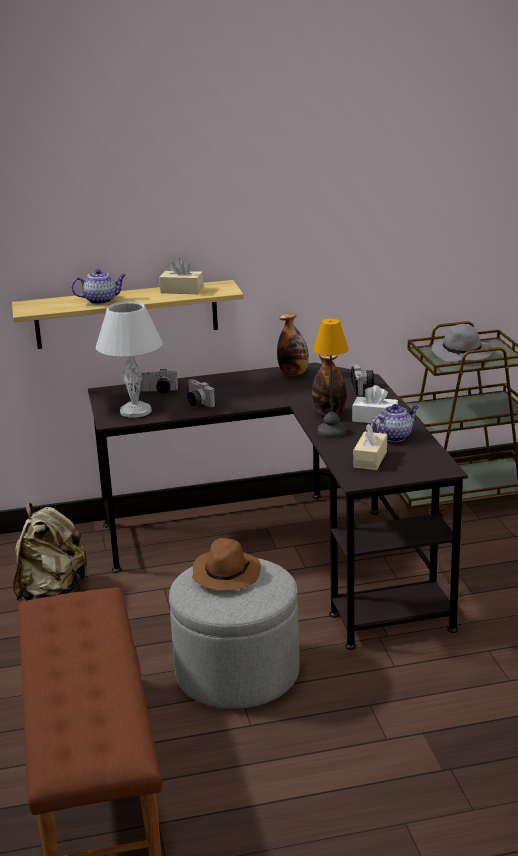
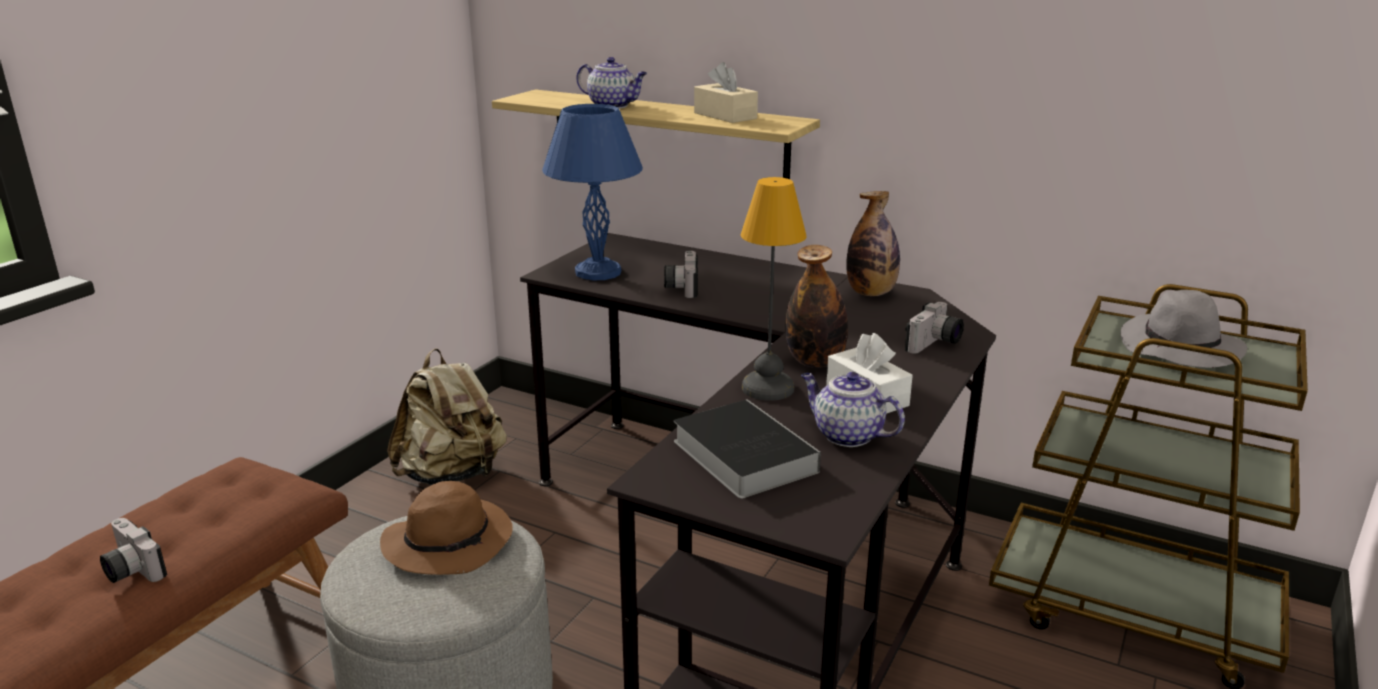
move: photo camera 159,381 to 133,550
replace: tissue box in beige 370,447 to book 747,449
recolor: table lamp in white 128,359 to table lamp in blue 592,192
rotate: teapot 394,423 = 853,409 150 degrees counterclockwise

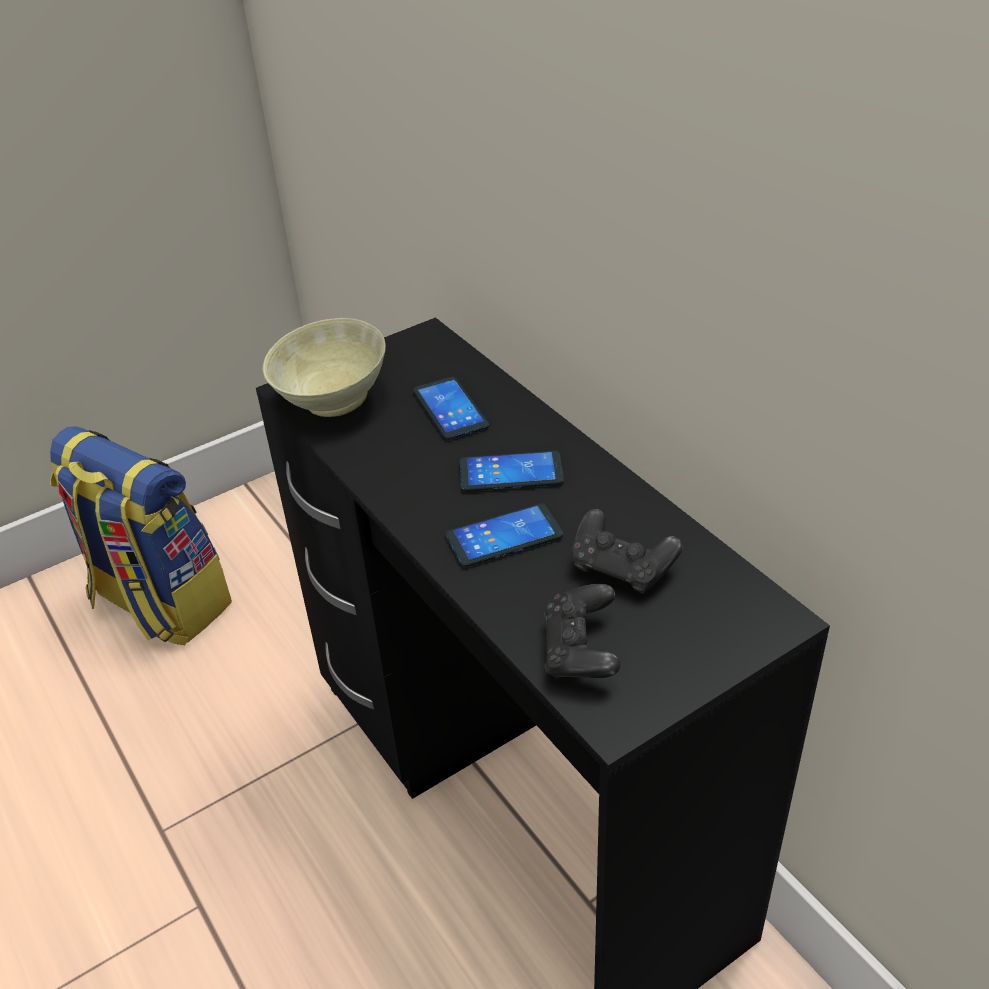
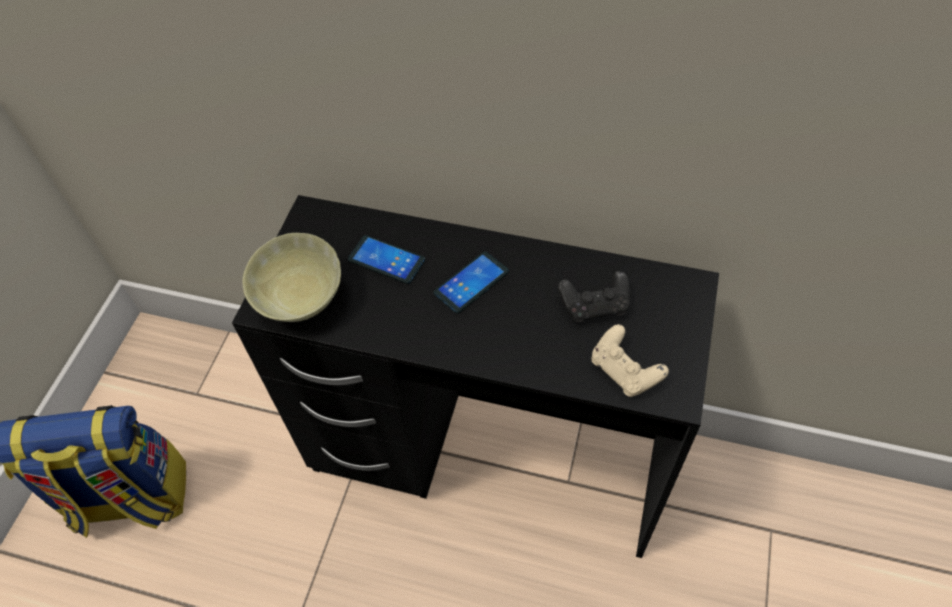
delete: phone 504,535
recolor: game controller in black 582,631 to game controller in beige 630,360

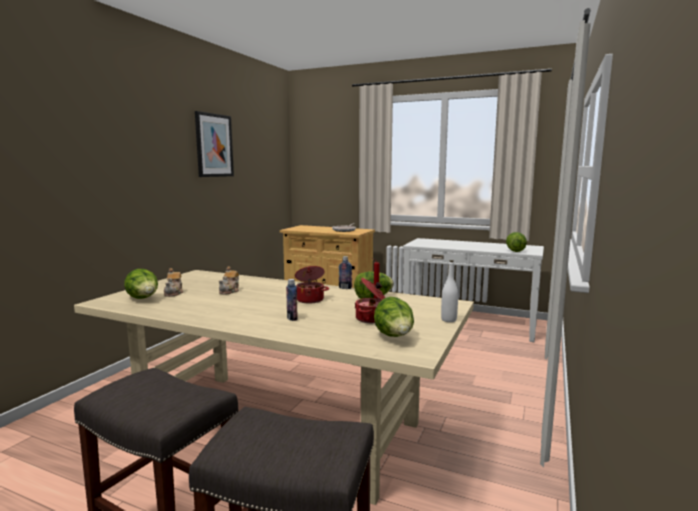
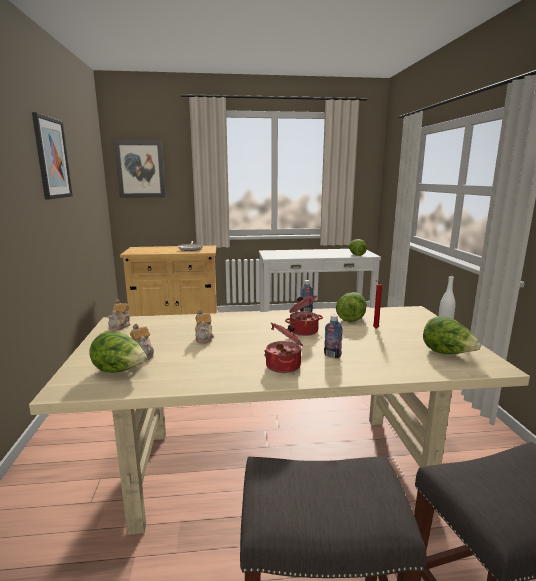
insert: teapot 119,315; picture 140,169
move: cooking pot 370,300 to 284,348

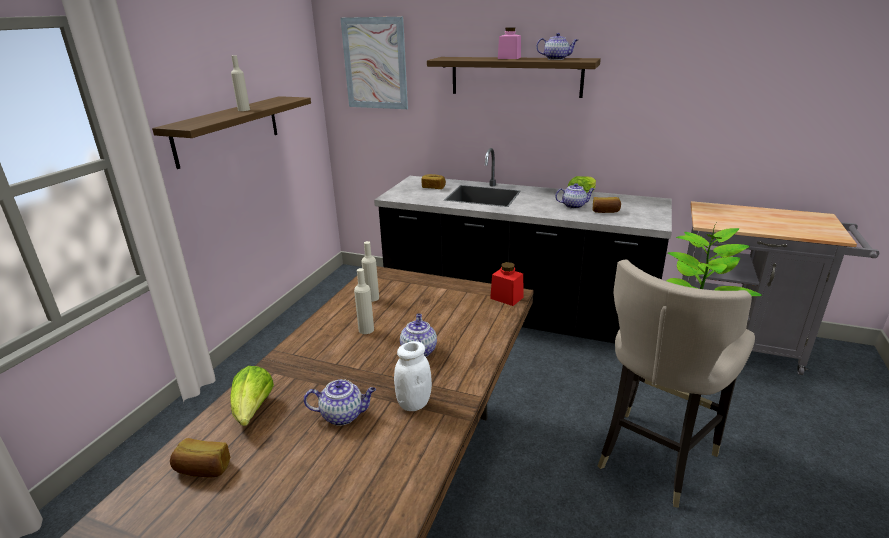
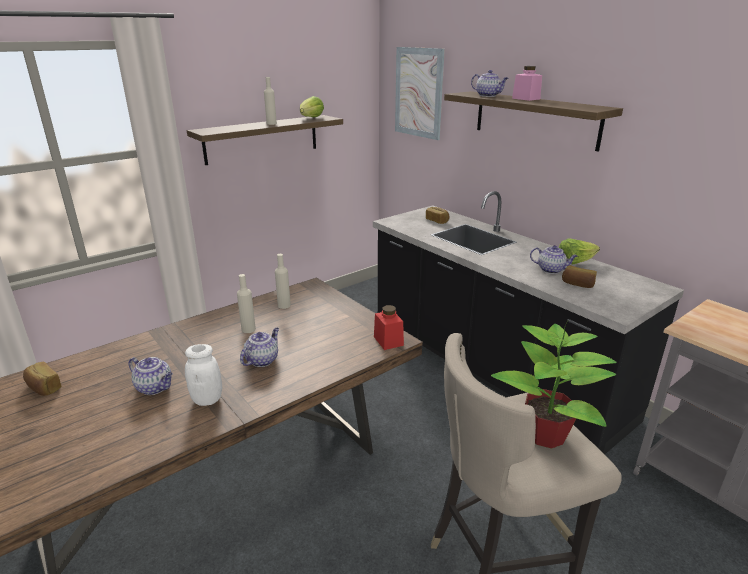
move: lettuce 252,396 to 312,106; teapot 557,46 to 489,83

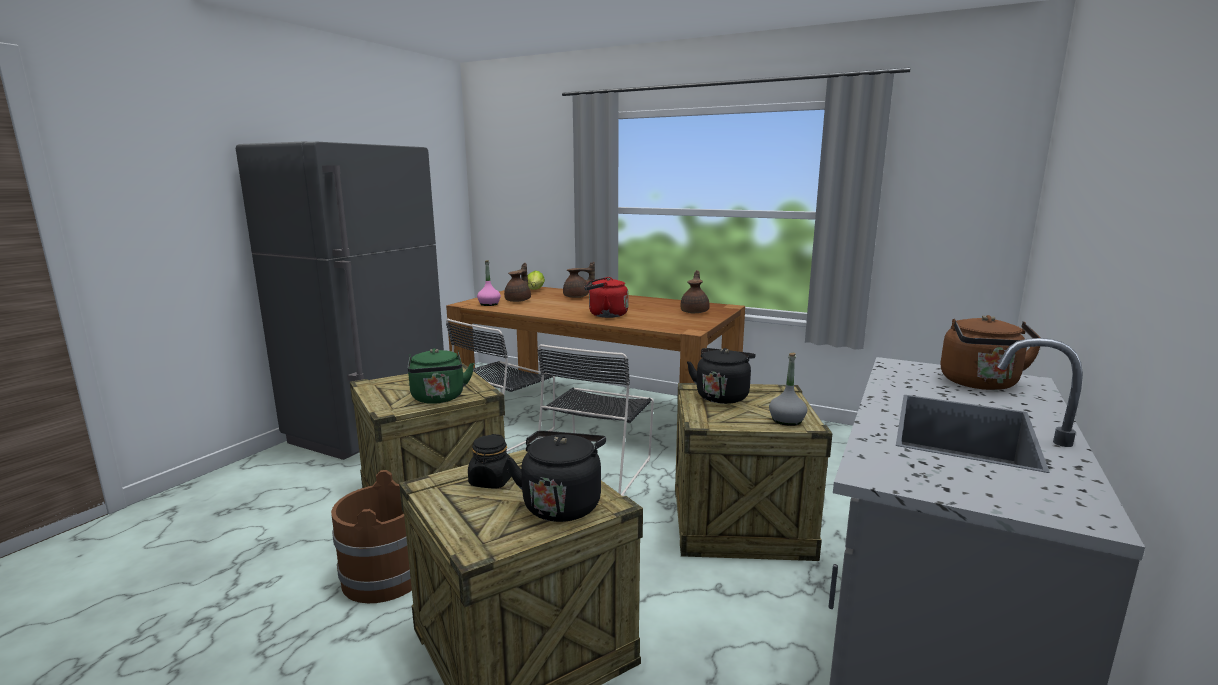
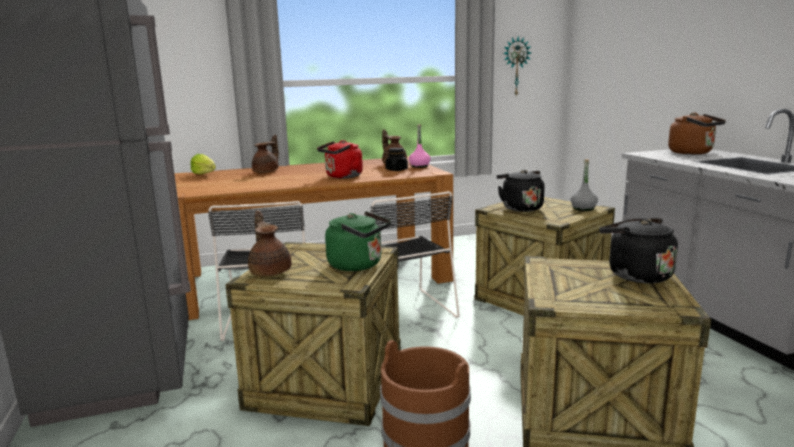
insert: wall clock 517,66
move: jar in black 489,461 to 396,159; bottle in pink 489,283 to 420,146; teapot in brown 517,282 to 270,243

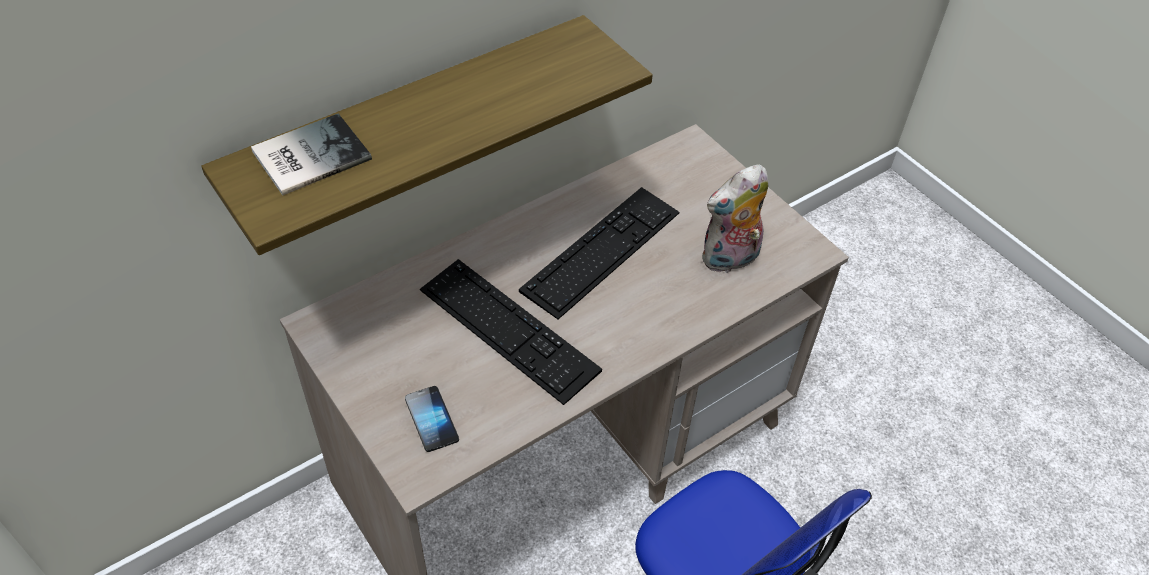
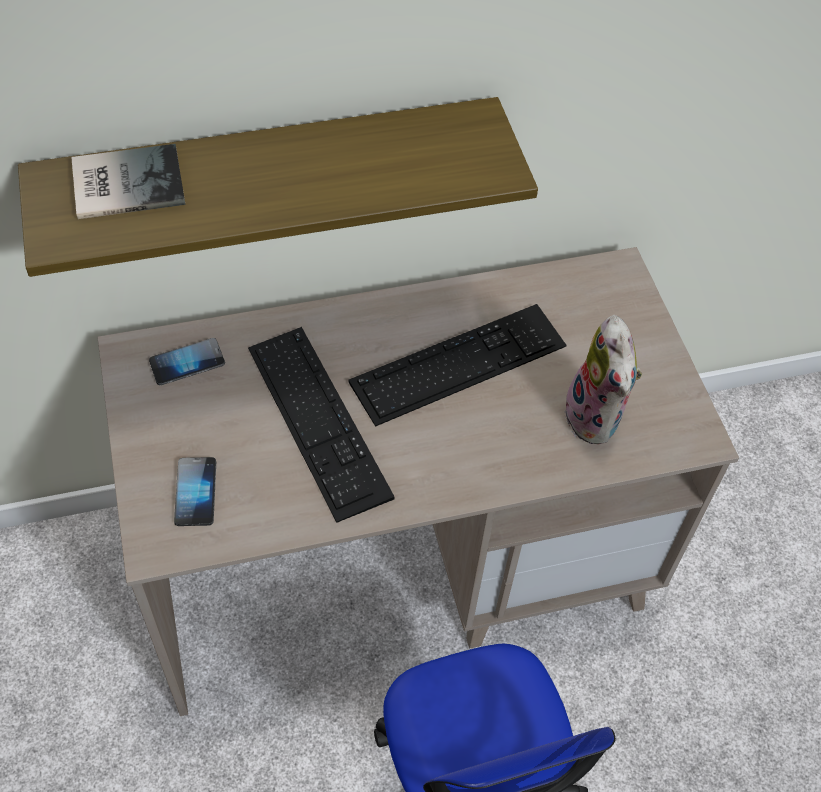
insert: phone 187,361
rotate: plush toy 735,219 = 602,380 90 degrees counterclockwise

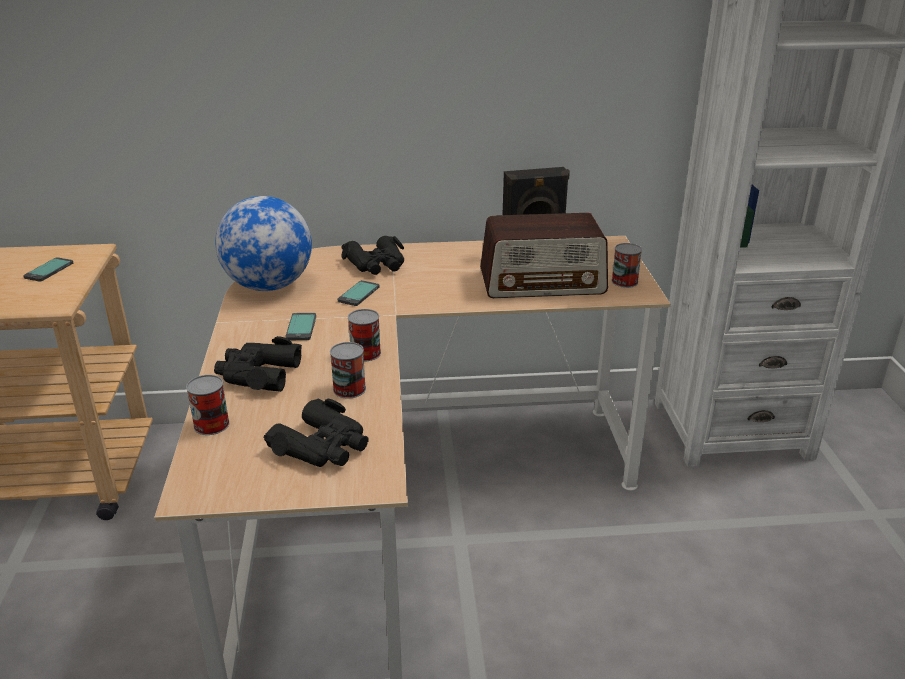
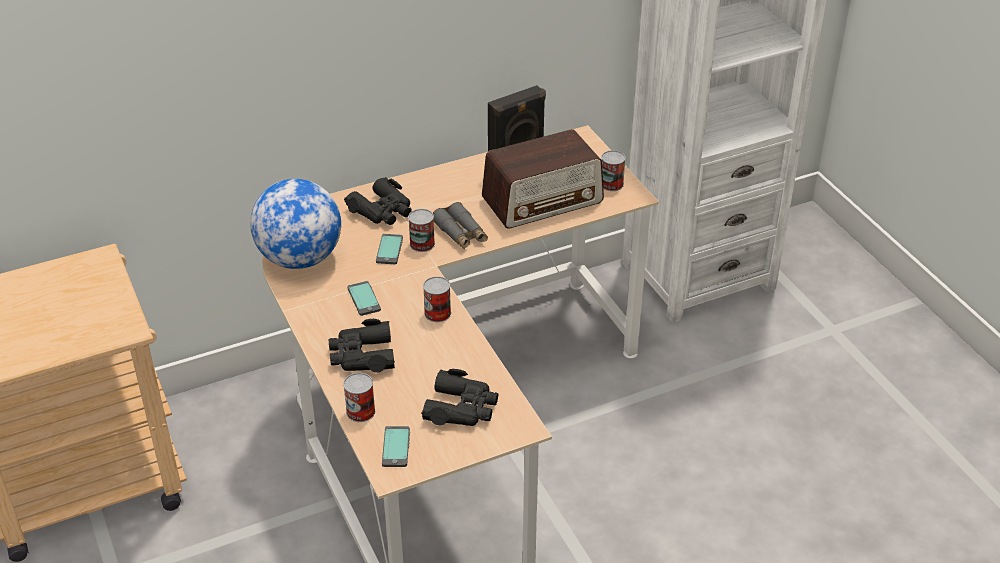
insert: binoculars in grey 460,225
move: phone 48,269 to 396,446; can 348,370 to 421,230

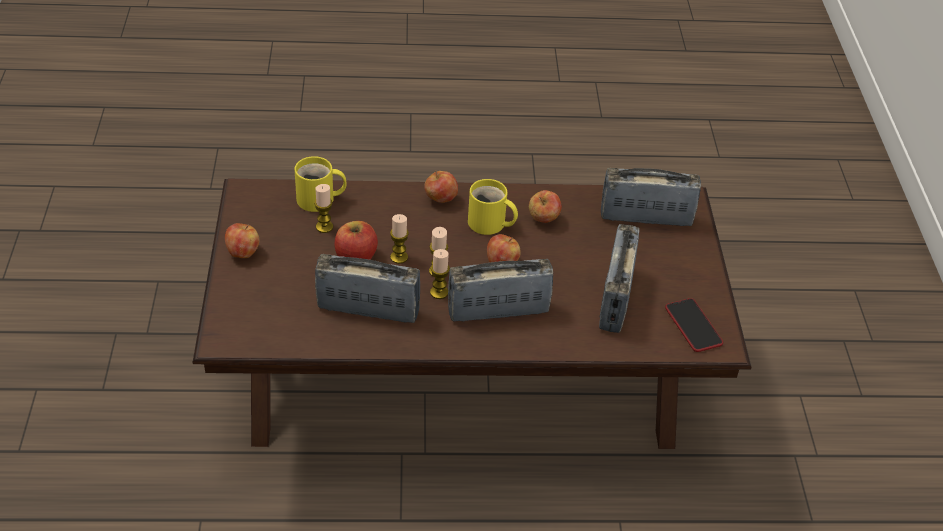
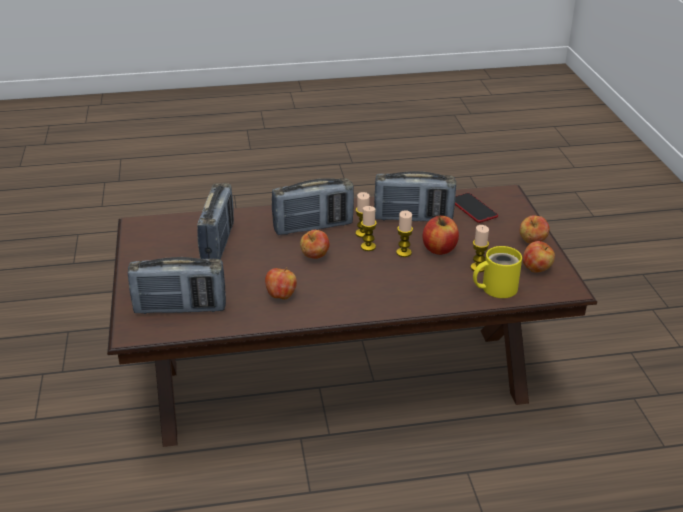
delete: mug in yellow 493,207
move: apple 441,187 to 539,257; phone 694,325 to 476,208

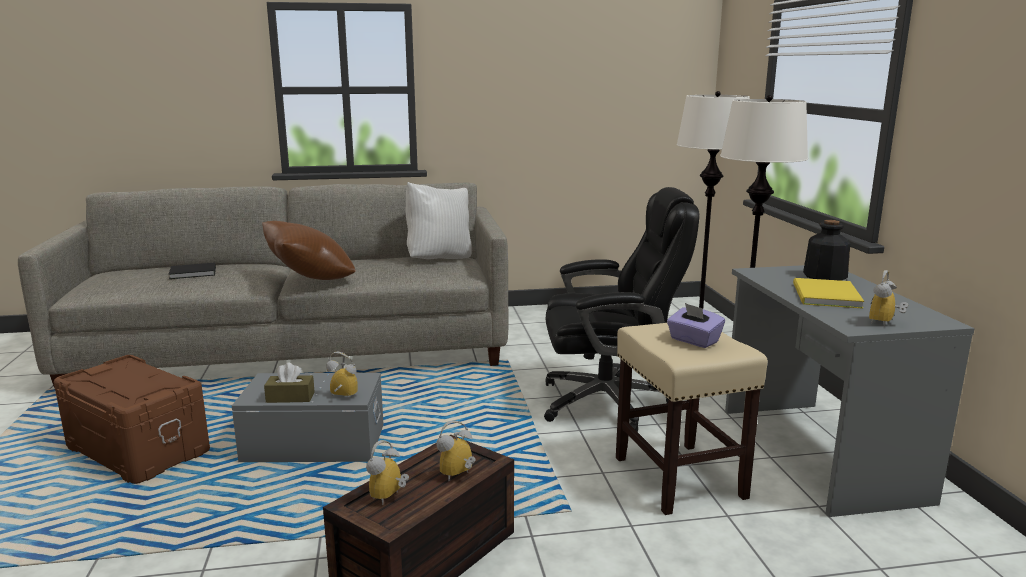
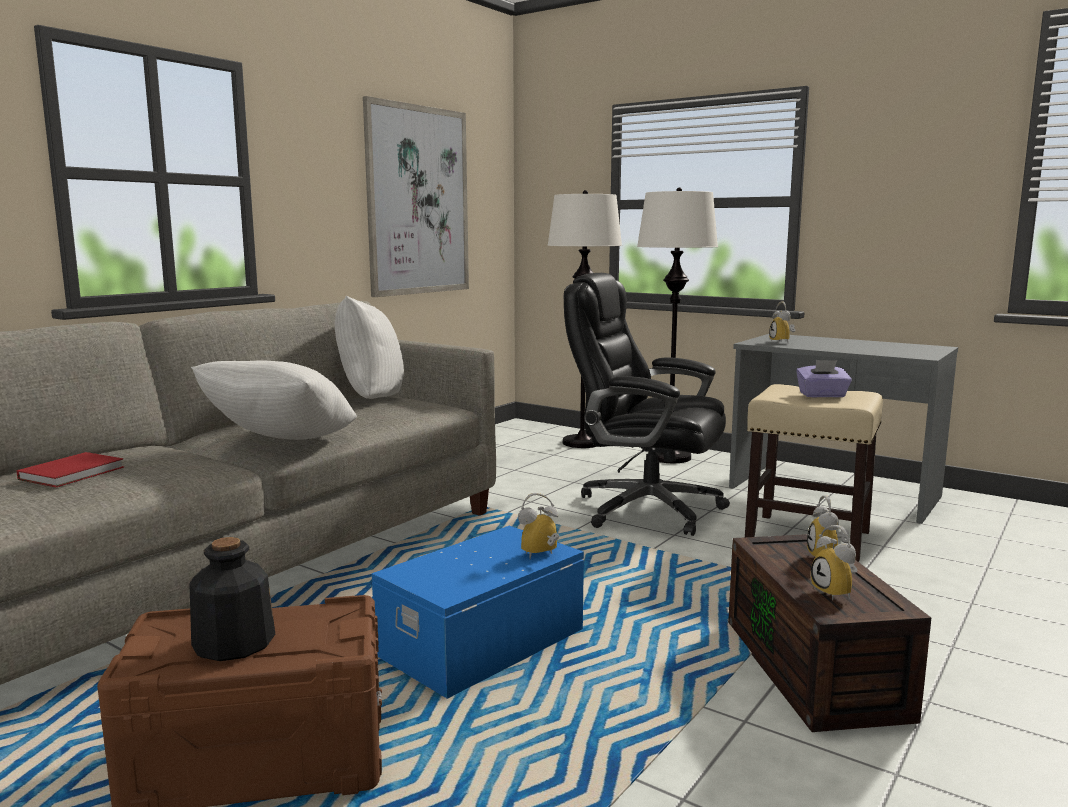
delete: tissue box in brown 289,383; book in yellow 828,293
insert: picture 416,196
move: bottle 826,250 to 232,599; alarm clock 888,298 to 782,322
recolor: book in black 192,271 to book in red 70,469; storage box in grey 308,417 to storage box in blue 478,612; pillow in brown 309,250 to pillow in white 274,400
rotate: office chair in black 622,309 = 647,404 105 degrees counterclockwise

